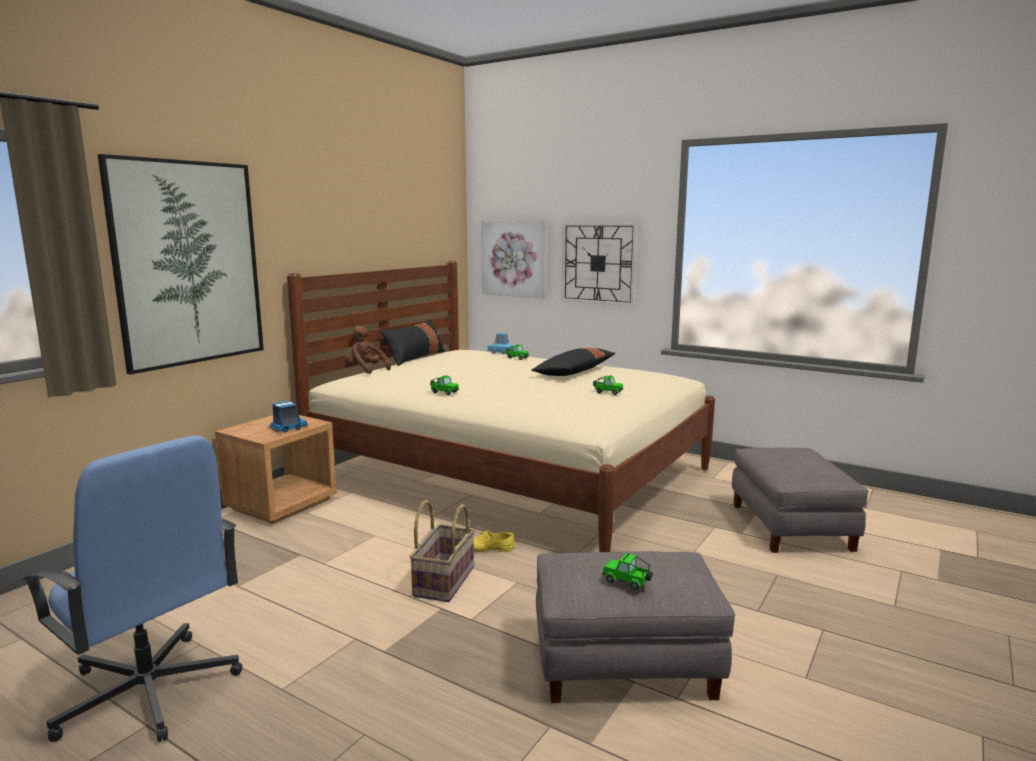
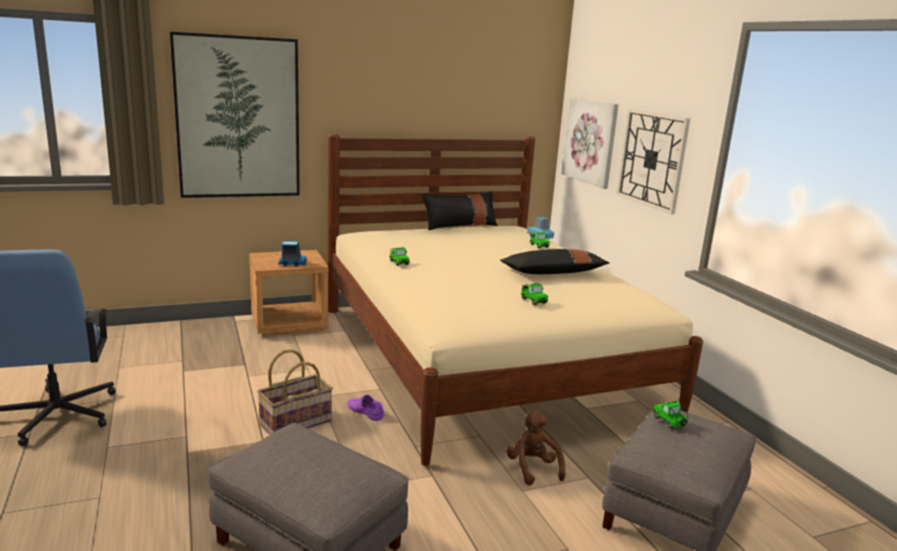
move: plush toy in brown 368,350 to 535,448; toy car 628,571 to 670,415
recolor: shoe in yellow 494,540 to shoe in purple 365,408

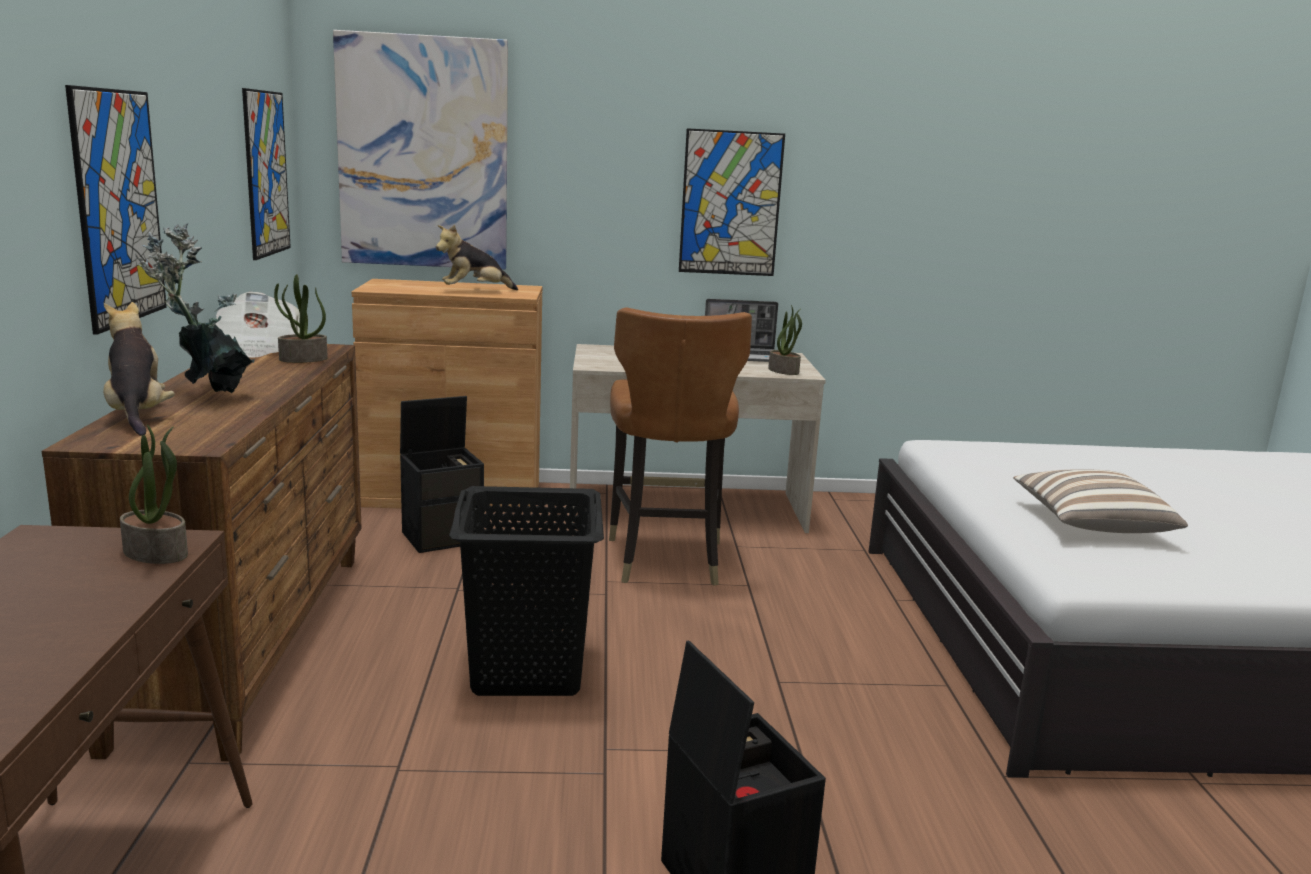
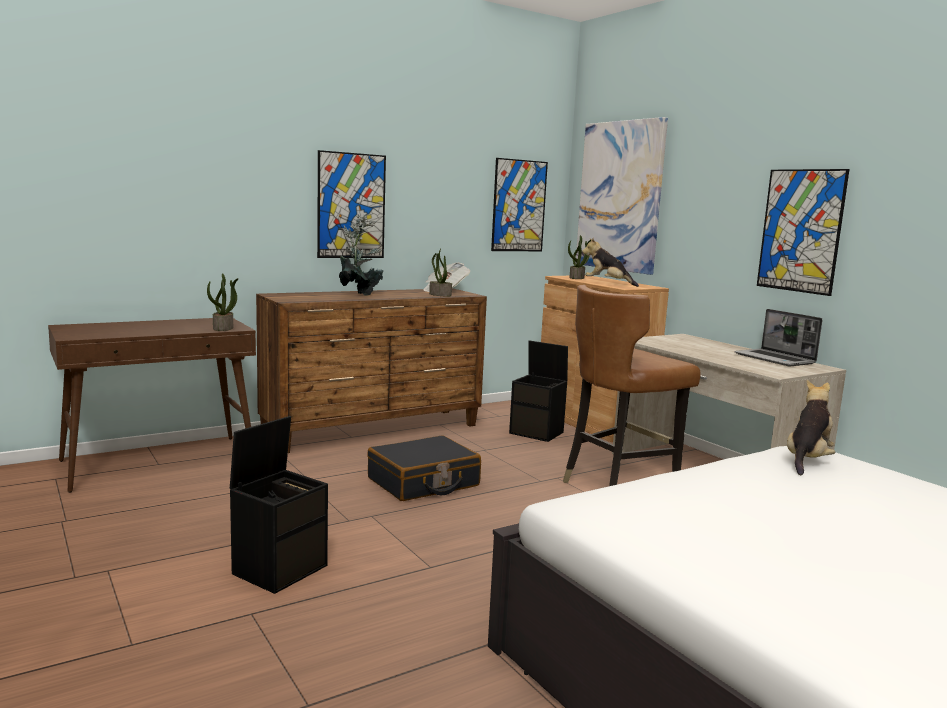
delete: pillow 1100,501
move: plush toy 139,369 to 811,427; potted plant 785,340 to 579,257
replace: laundry basket in black 526,591 to suitcase in black 424,468

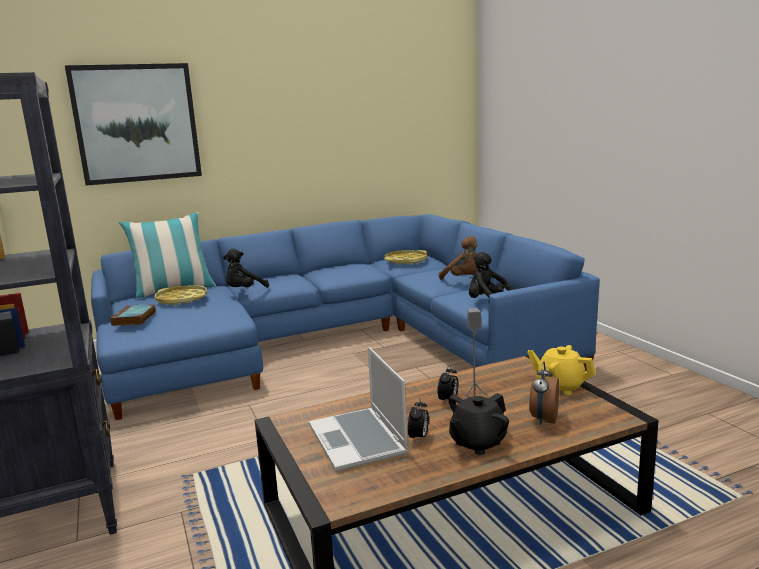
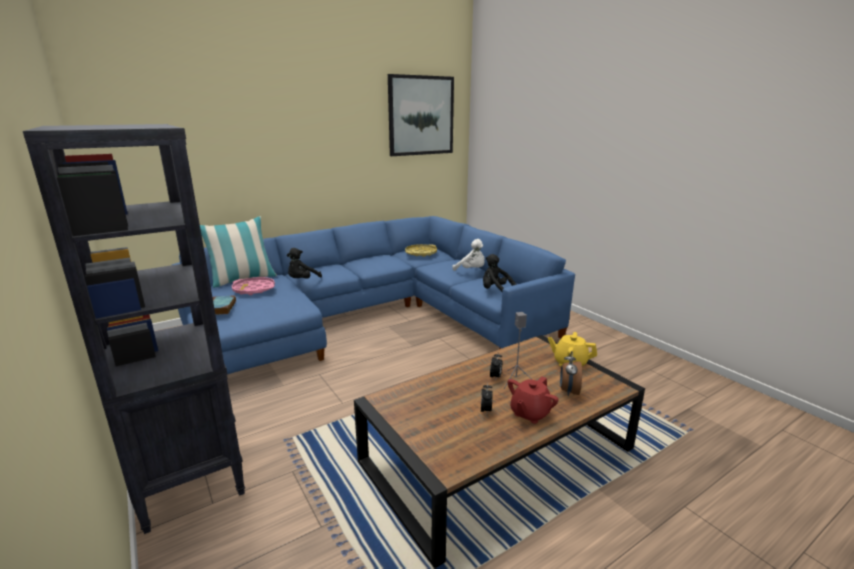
delete: laptop 358,409
move: picture 133,124 to 421,115
recolor: tray in yellow 181,295 to tray in pink 253,286; plush toy in brown 458,258 to plush toy in white 468,255; teapot in black 479,424 to teapot in red 533,400

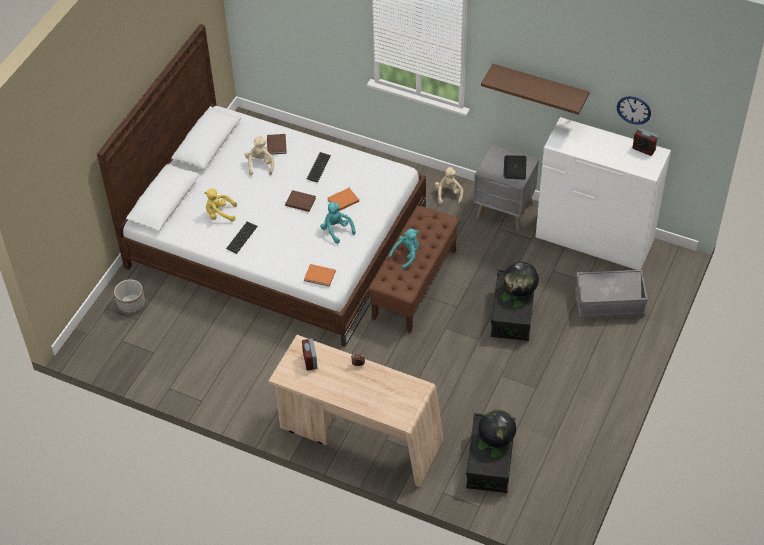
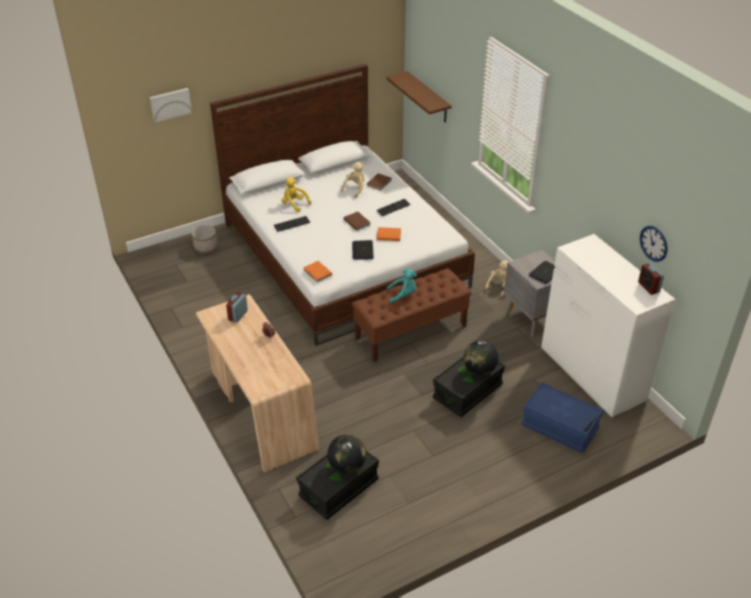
insert: picture 171,105
move: shelf in brown 535,89 to 419,96
replace: plush toy in turquoise 337,223 to laptop 363,250
recolor: storage box in grey 611,294 to storage box in blue 562,417

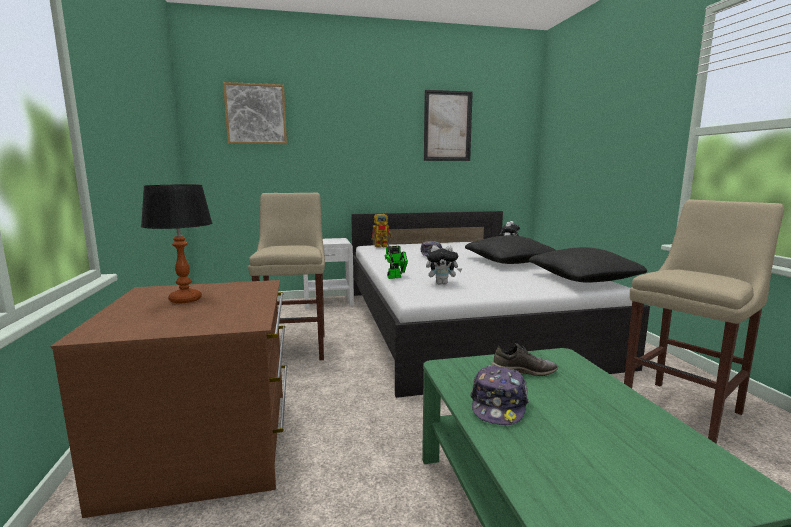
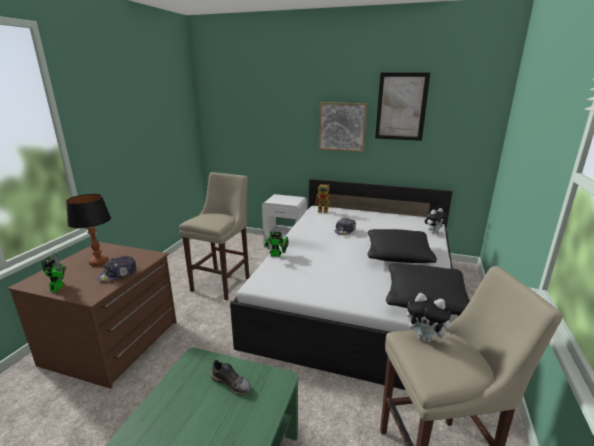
insert: toy robot 53,272
move: picture 255,113 to 343,127; plush toy 444,265 to 431,318; cap 500,395 to 117,269

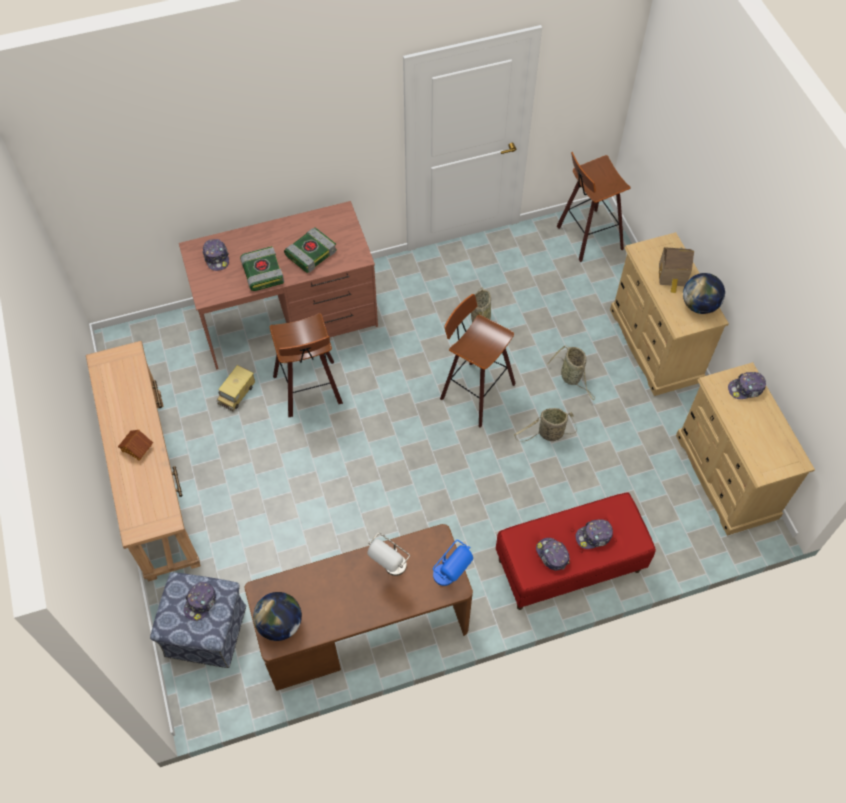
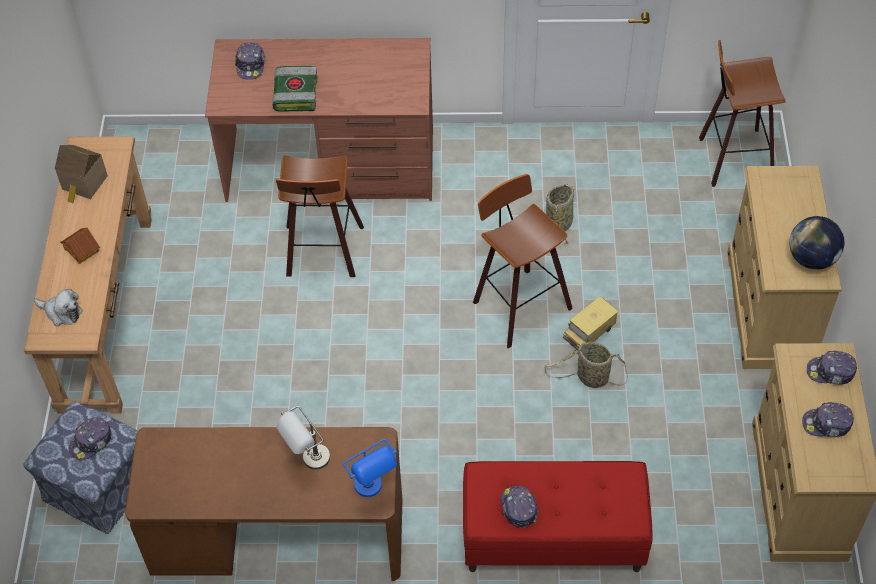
delete: globe 277,616; book 310,250; basket 571,373
insert: plush toy 58,307
move: toy truck 236,388 to 591,323; cap 594,534 to 828,419; toy house 676,270 to 81,174

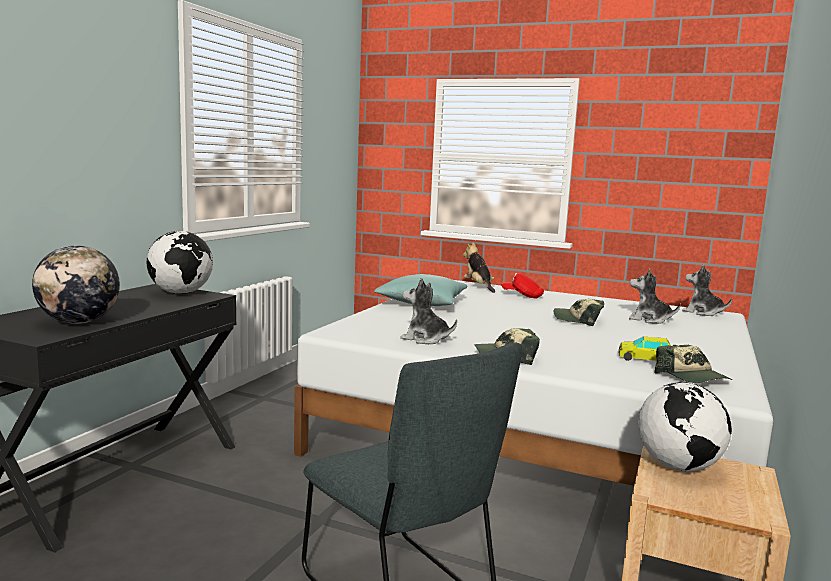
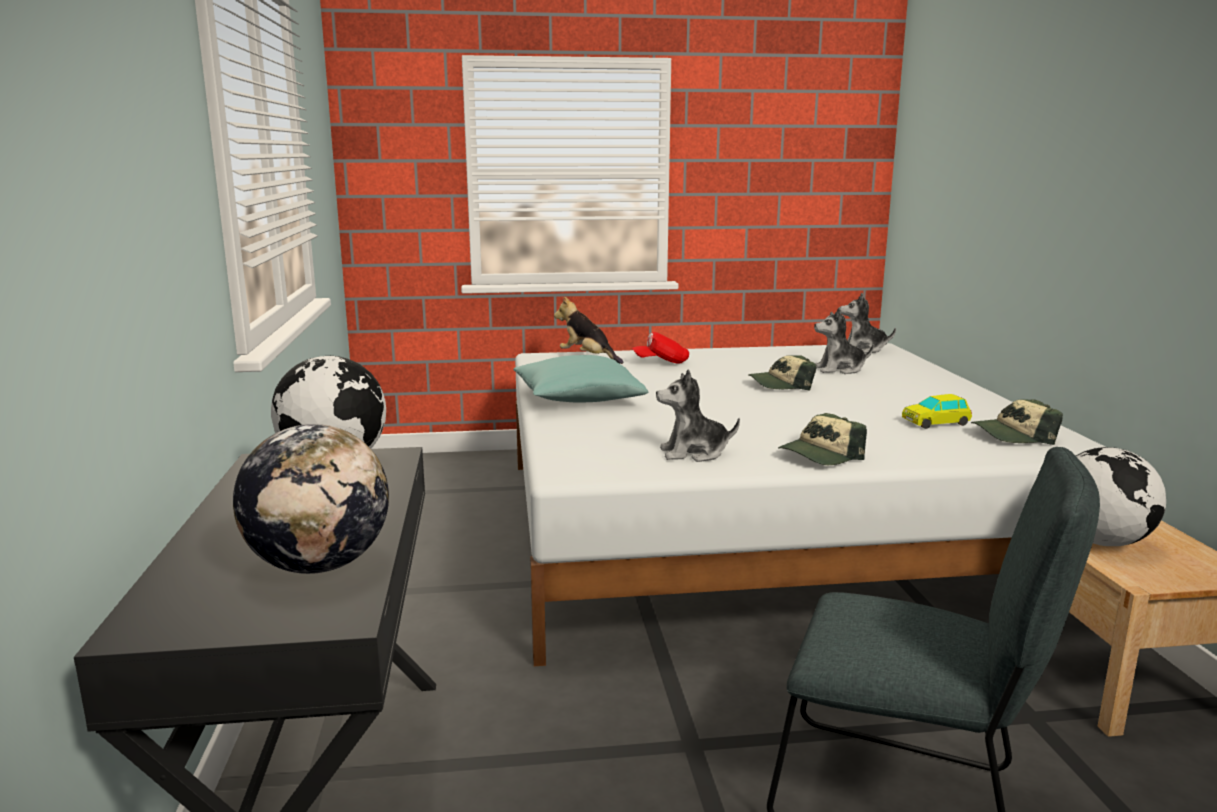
rotate: cap 693,364 = 1017,422 135 degrees clockwise

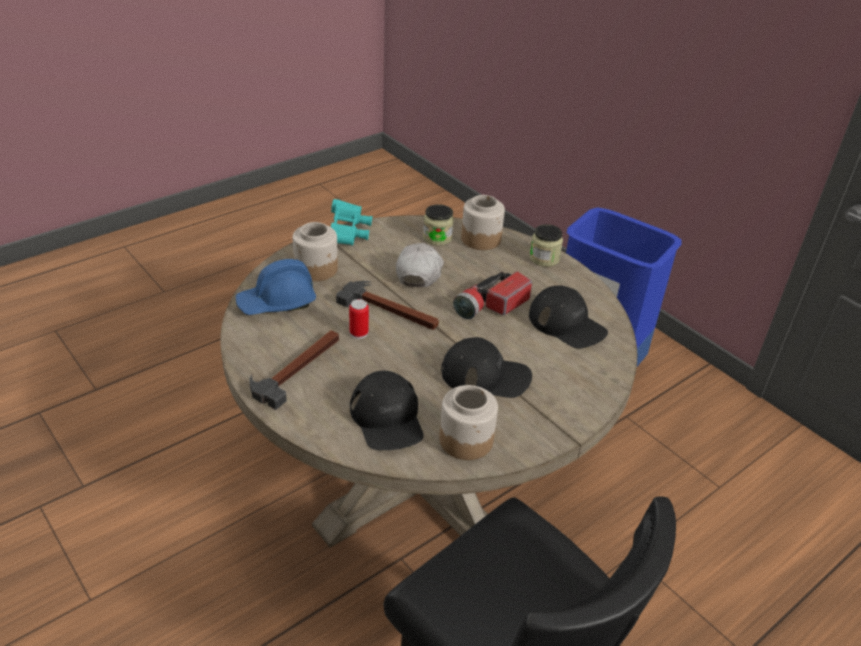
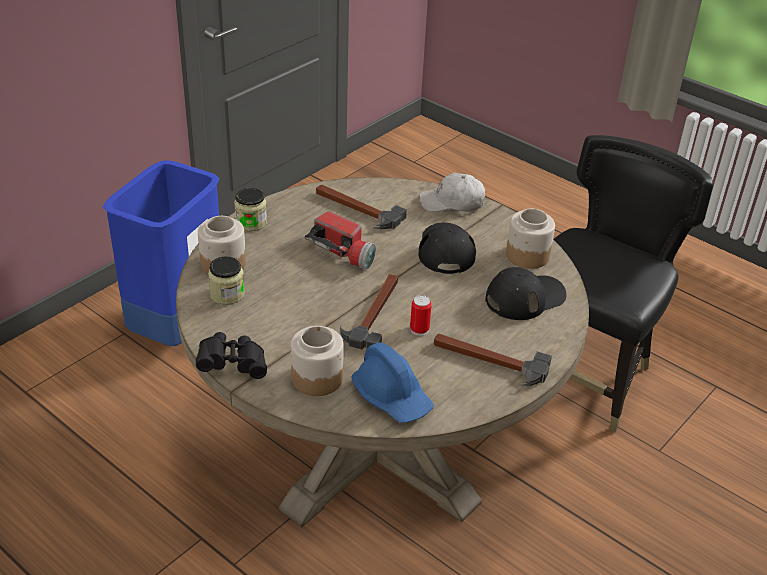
move: cap in white 420,265 to 452,192
replace: cap in black 568,317 to hammer 361,207
recolor: binoculars in turquoise 351,222 to binoculars in black 231,355

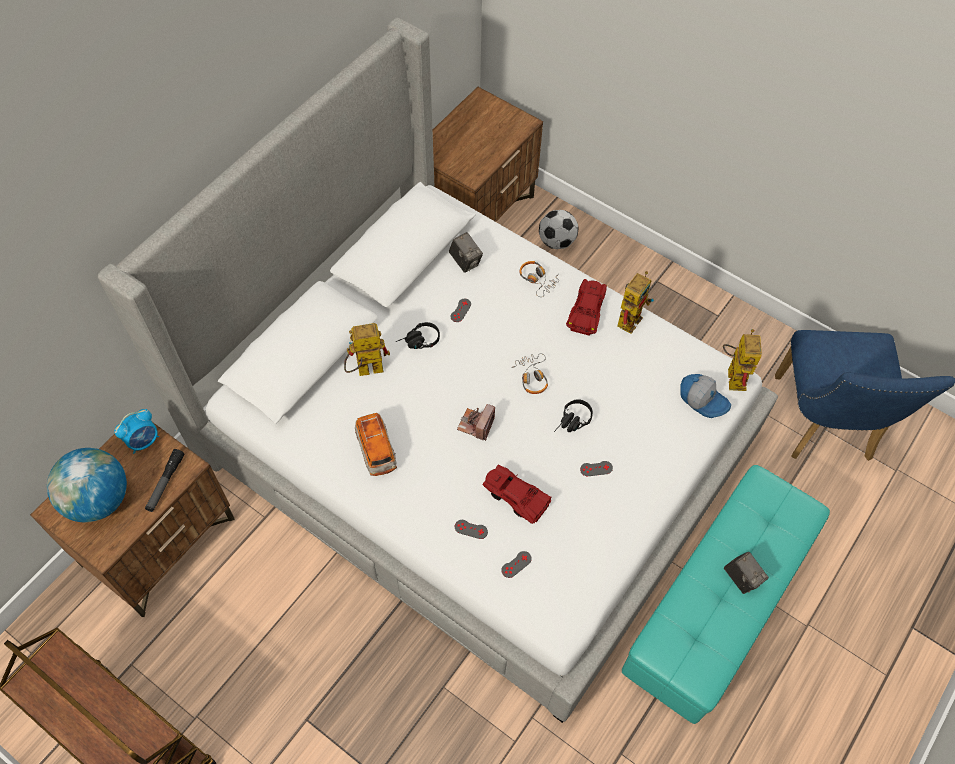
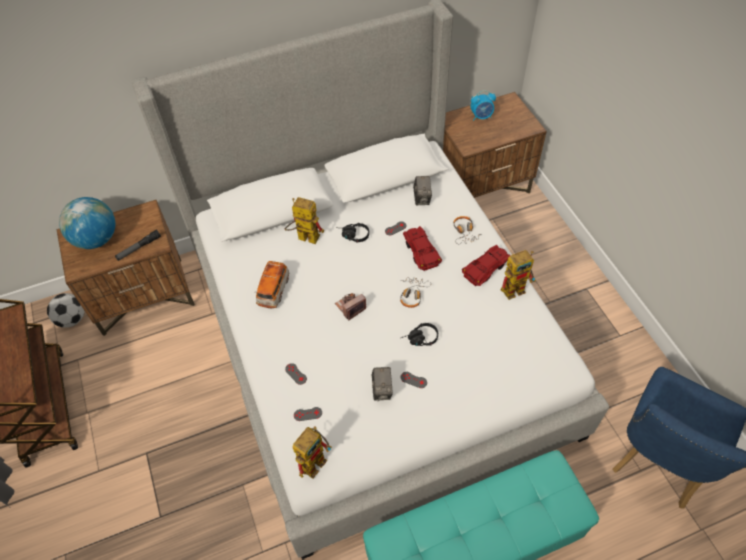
delete: cap 705,396
move: alarm clock 136,431 to 483,105; toy car in red 517,494 to 422,248; football 558,229 to 66,310; toy robot 742,360 to 312,453; photo camera 746,573 to 382,384

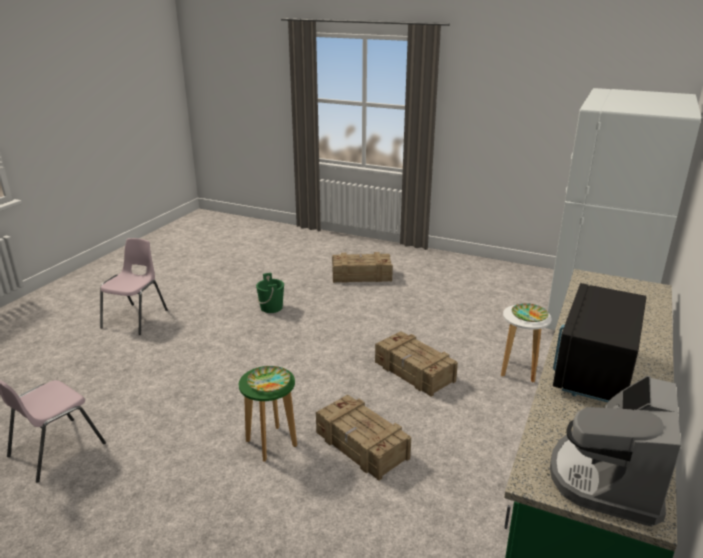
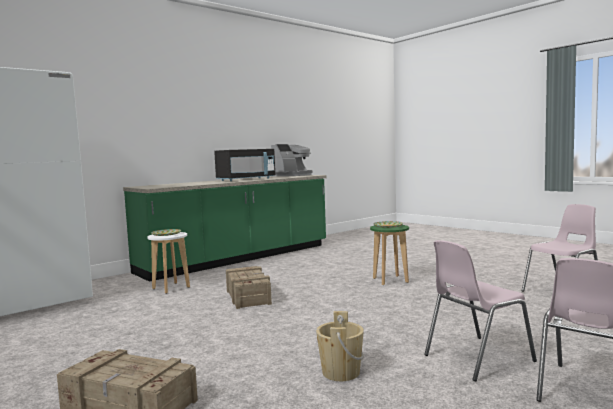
delete: crate 363,438
insert: chair in pink 480,310
recolor: bucket in green 270,293 to bucket in beige 340,346

